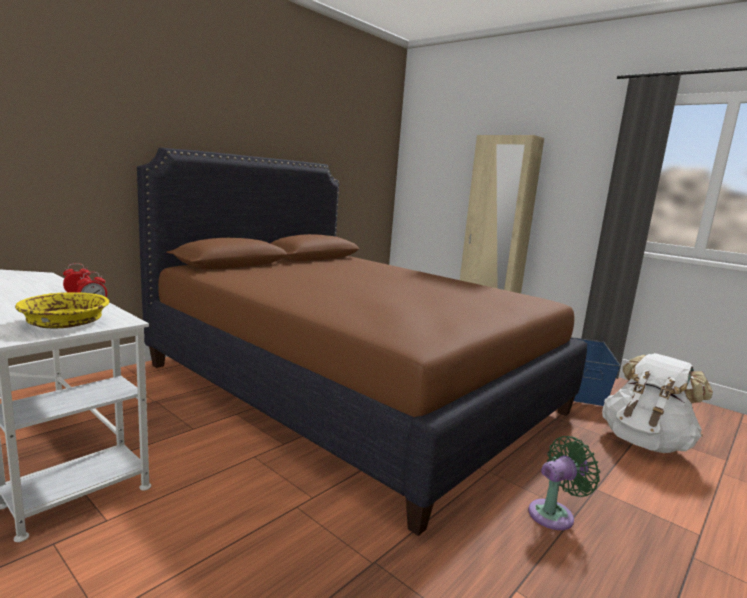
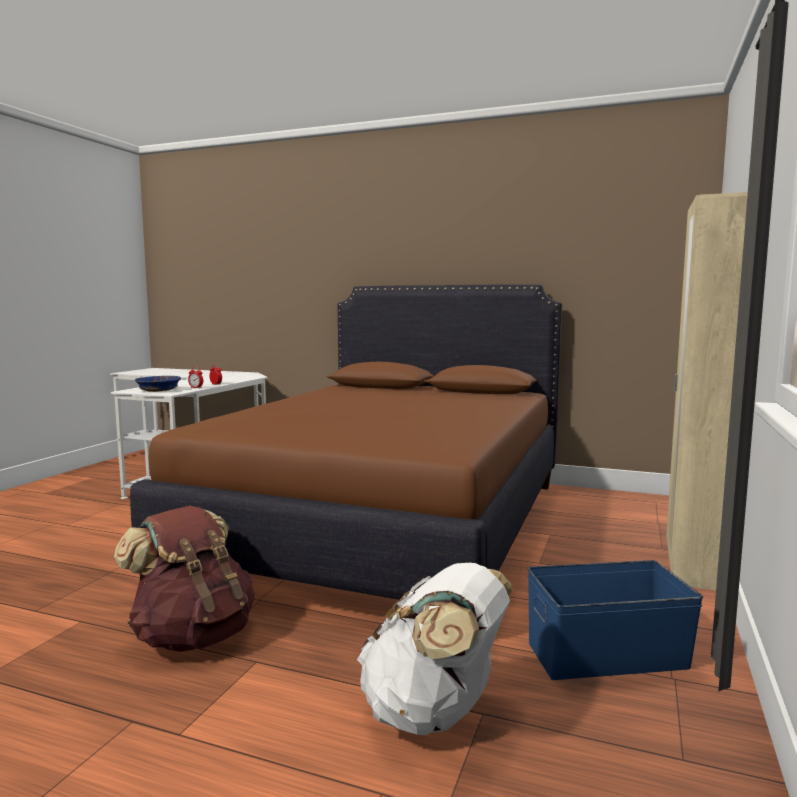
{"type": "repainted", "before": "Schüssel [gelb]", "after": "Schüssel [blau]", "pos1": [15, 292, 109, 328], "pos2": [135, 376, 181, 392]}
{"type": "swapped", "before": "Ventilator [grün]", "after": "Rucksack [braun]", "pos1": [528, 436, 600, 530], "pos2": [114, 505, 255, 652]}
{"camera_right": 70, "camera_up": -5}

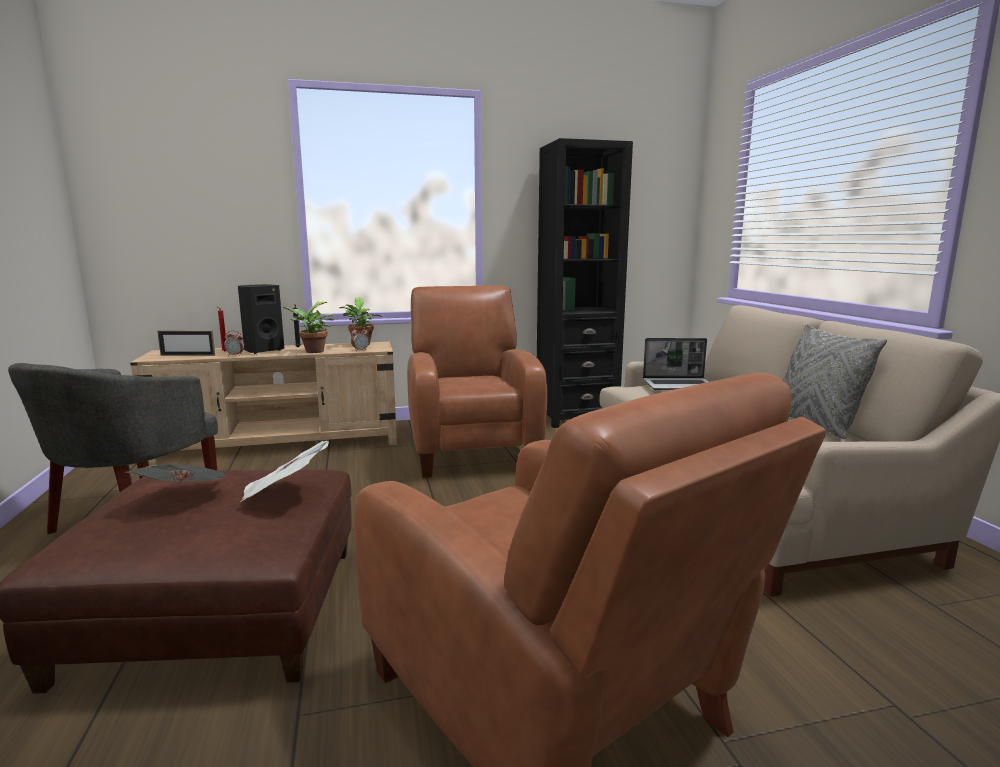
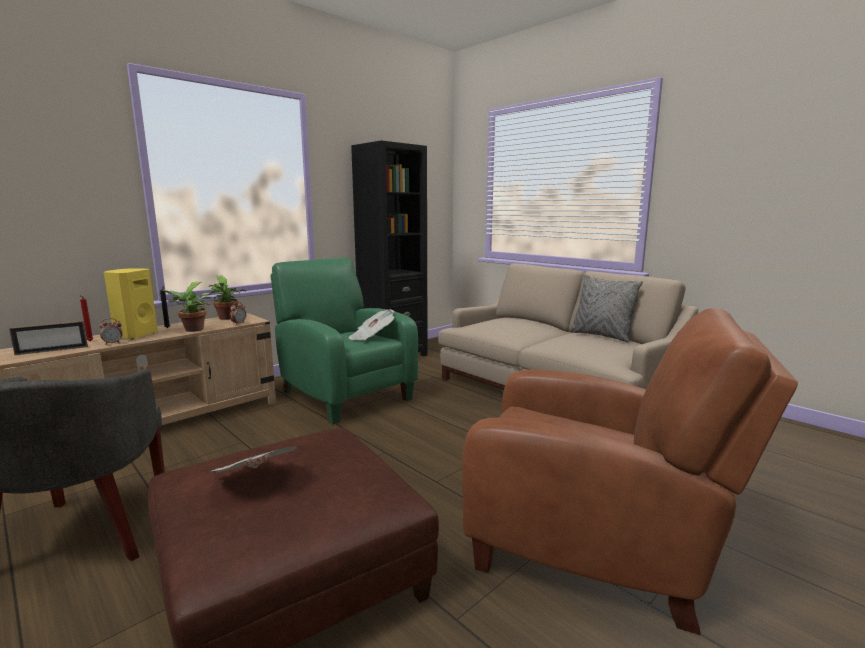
{"type": "repainted", "before": "Lautsprecher [schwarz]", "after": "Lautsprecher [gelb]", "pos1": [238, 284, 284, 354], "pos2": [104, 268, 158, 340]}
{"type": "repainted", "before": "Sessel [braun]", "after": "Sessel [grün]", "pos1": [407, 286, 547, 478], "pos2": [271, 258, 418, 424]}
{"type": "gone", "before": "Laptop", "pos1": [643, 338, 709, 390]}
{"type": "shifted", "before": "Zeitung", "pos1": [240, 440, 329, 502], "pos2": [349, 309, 394, 341]}
{"camera_right": -30, "camera_up": 0}

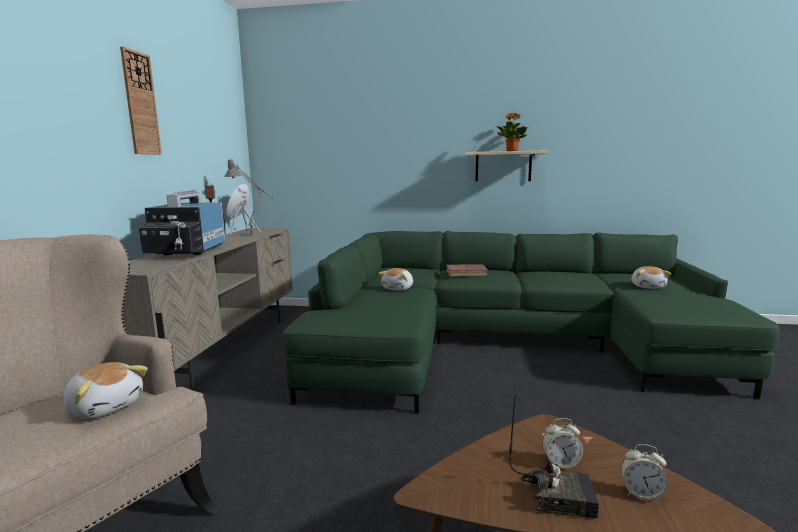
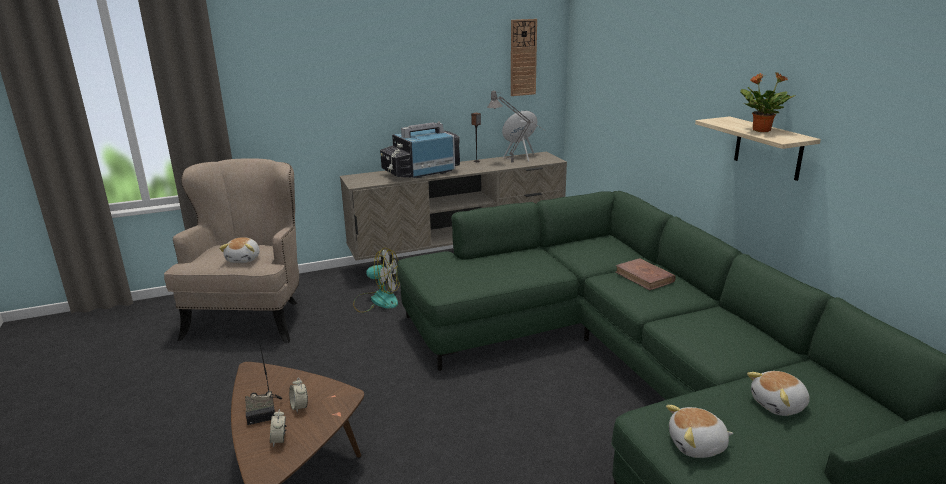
{"type": "shifted", "before": "Wanduhr", "pos1": [120, 47, 162, 155], "pos2": [511, 19, 537, 96]}
{"type": "shifted", "before": "Plüschtier", "pos1": [378, 268, 413, 291], "pos2": [666, 405, 733, 458]}
{"type": "new", "after": "Ventilator", "pos2": [353, 248, 400, 313]}
{"camera_right": 60, "camera_up": 10}

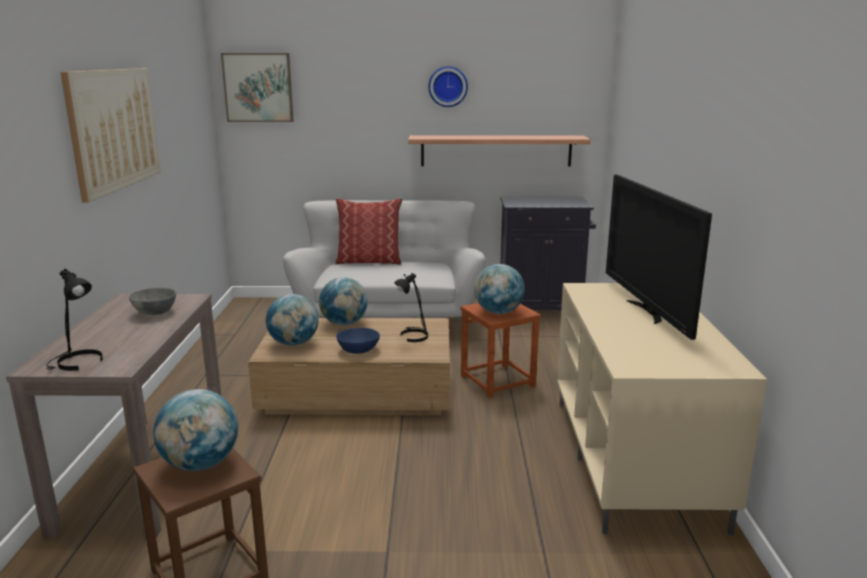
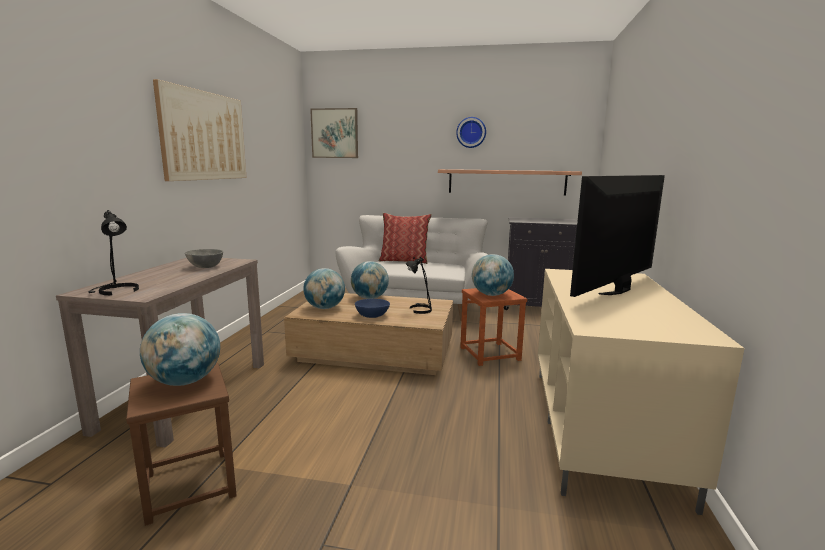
{"type": "rotated", "before": "Fernseher", "pos1": [606, 175, 712, 340], "pos2": [570, 175, 665, 297], "turn": 45}
{"camera_right": 10, "camera_up": -5}

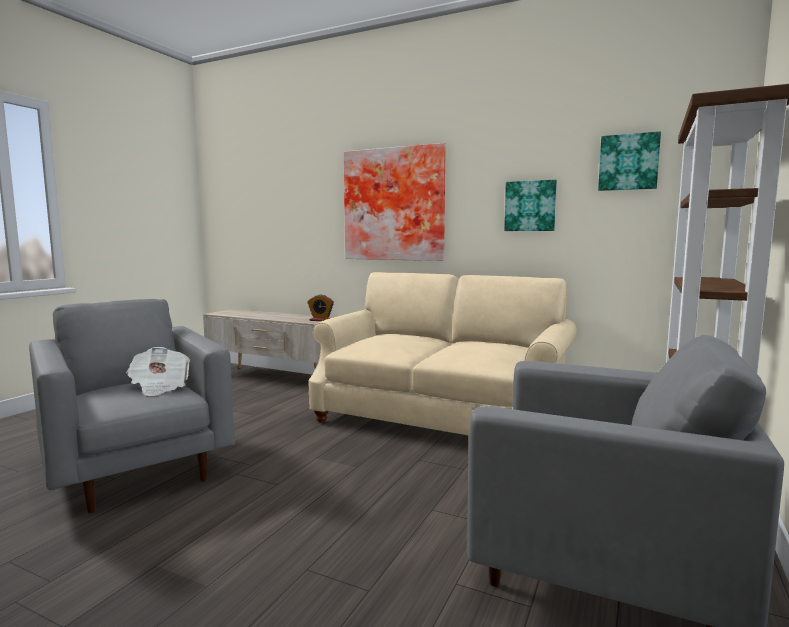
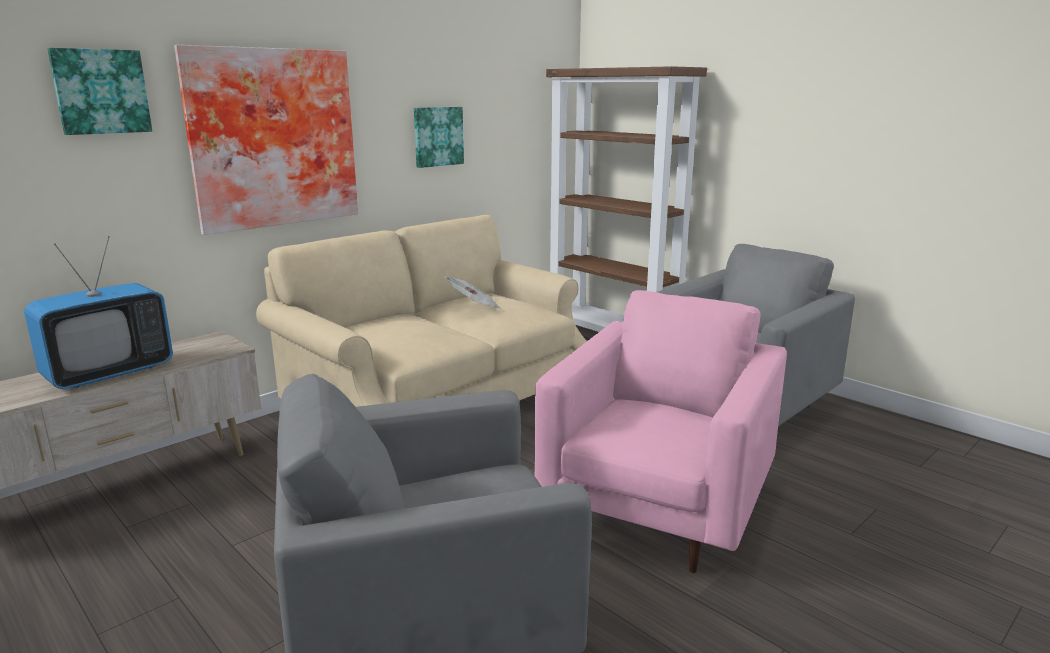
{"type": "shifted", "before": "Bild", "pos1": [598, 131, 661, 191], "pos2": [47, 48, 152, 135]}
{"type": "gone", "before": "Wecker", "pos1": [308, 295, 334, 321]}
{"type": "shifted", "before": "Zeitung", "pos1": [127, 347, 190, 396], "pos2": [445, 277, 502, 309]}
{"type": "new", "after": "Fernseher", "pos2": [24, 236, 173, 389]}
{"type": "new", "after": "Sessel [rosa]", "pos2": [534, 290, 787, 573]}
{"camera_right": -70, "camera_up": 10}

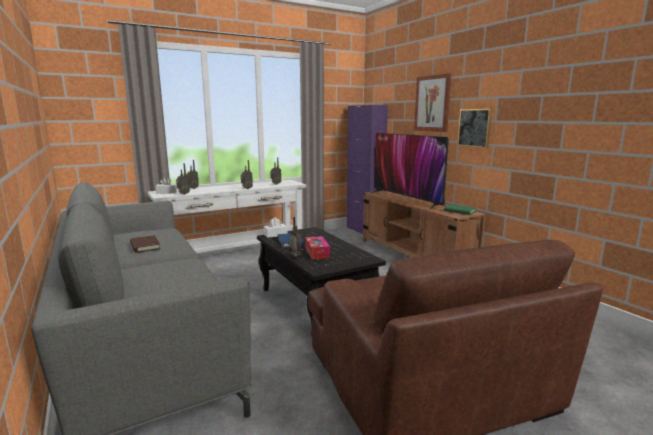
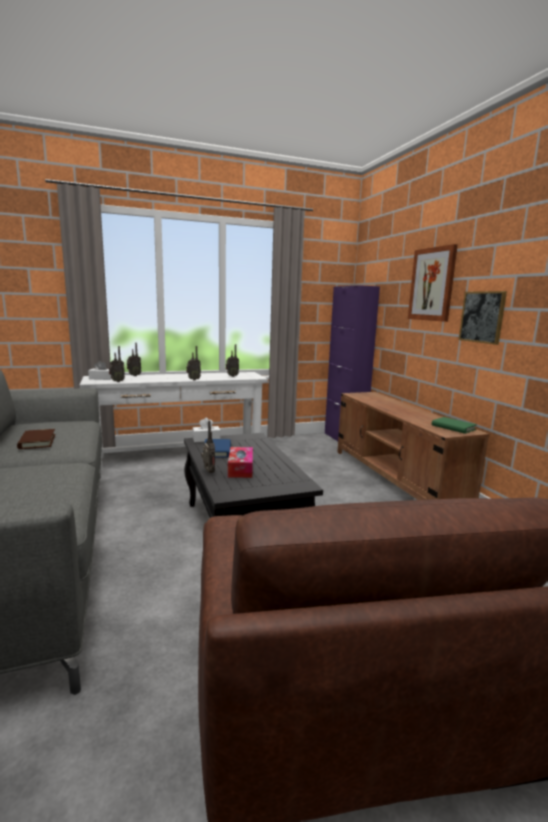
{"type": "gone", "before": "Fernseher", "pos1": [371, 133, 449, 210]}
{"camera_right": 10, "camera_up": 0}

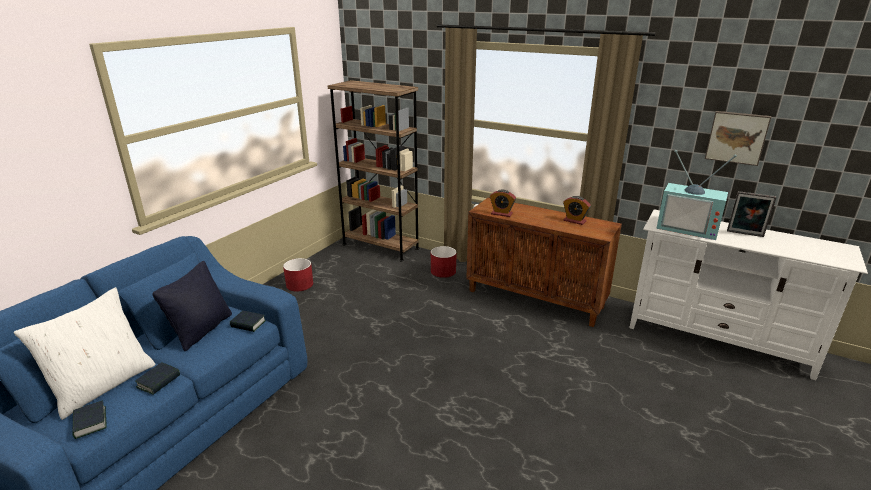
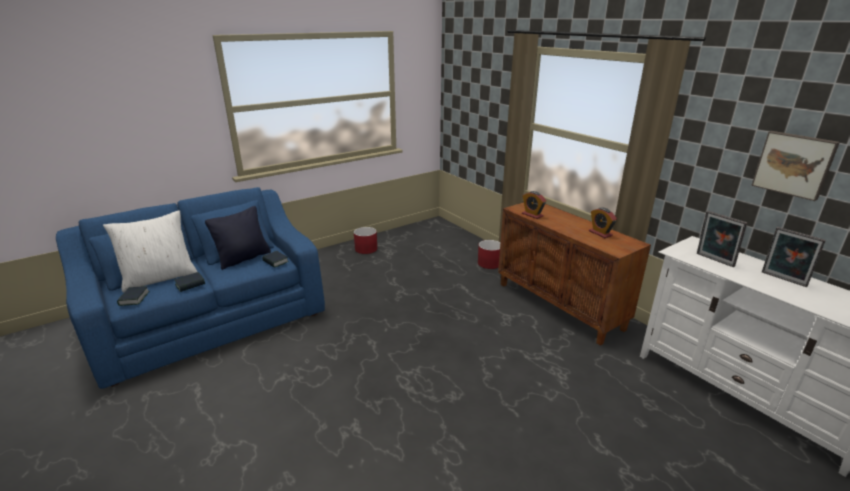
{"type": "gone", "before": "Bücherregal [braun]", "pos1": [327, 80, 419, 262]}
{"type": "swapped", "before": "Fernseher", "after": "Bilderrahmen", "pos1": [656, 150, 737, 240], "pos2": [697, 211, 747, 267]}
{"camera_right": 25, "camera_up": 0}

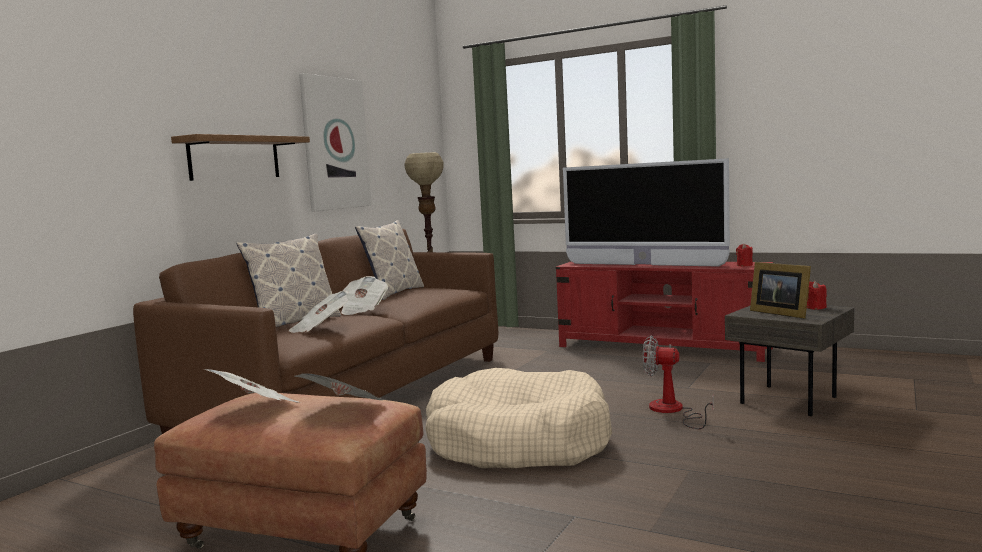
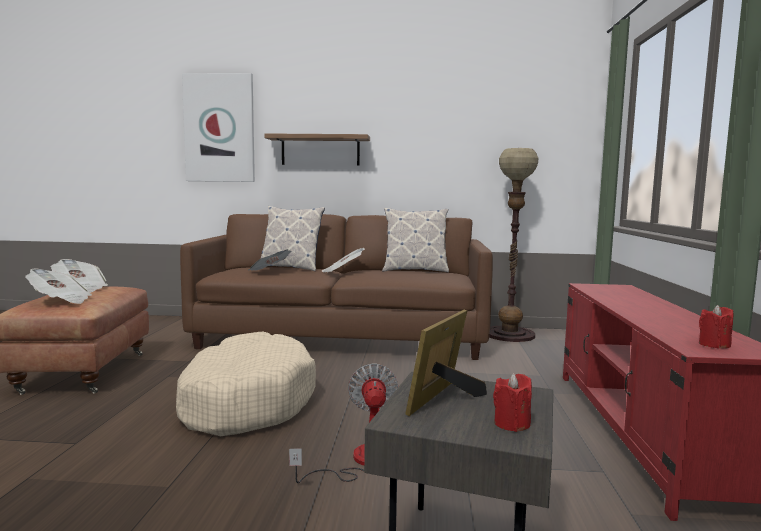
{"type": "shifted", "before": "Bild", "pos1": [299, 73, 372, 212], "pos2": [182, 73, 255, 182]}
{"type": "gone", "before": "Fernseher", "pos1": [563, 158, 730, 267]}
{"camera_right": 65, "camera_up": 0}

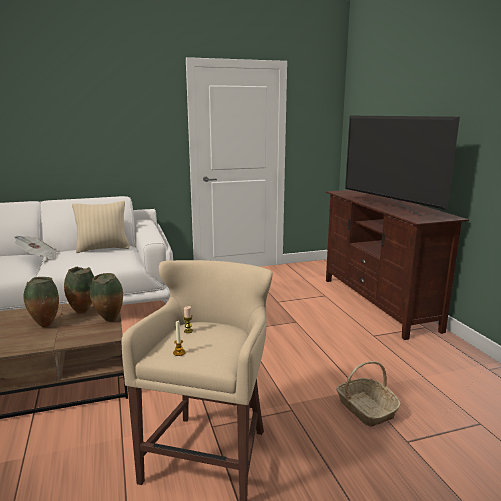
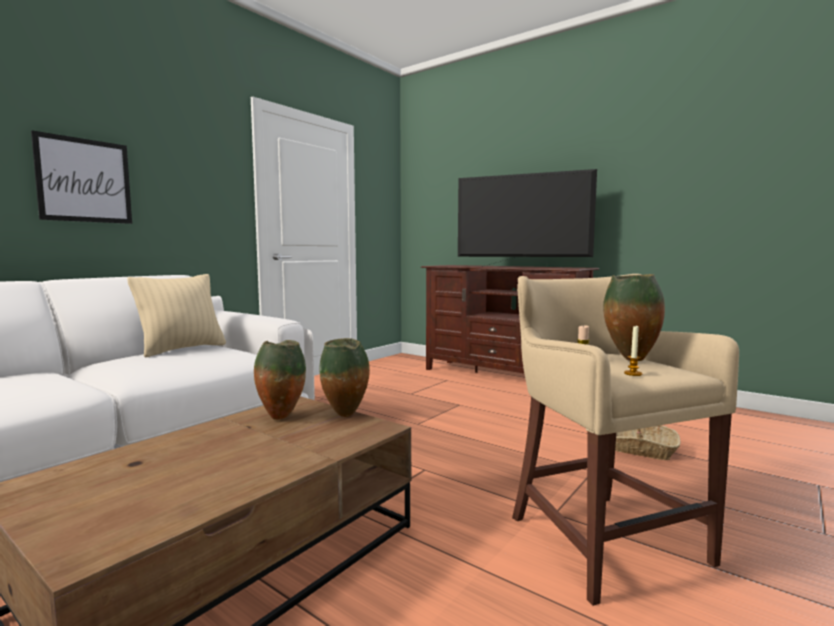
{"type": "gone", "before": "Zeitung", "pos1": [14, 236, 57, 259]}
{"type": "shifted", "before": "Vase", "pos1": [23, 277, 59, 327], "pos2": [603, 274, 665, 361]}
{"type": "new", "after": "Bild", "pos2": [31, 130, 132, 224]}
{"camera_right": -35, "camera_up": -10}

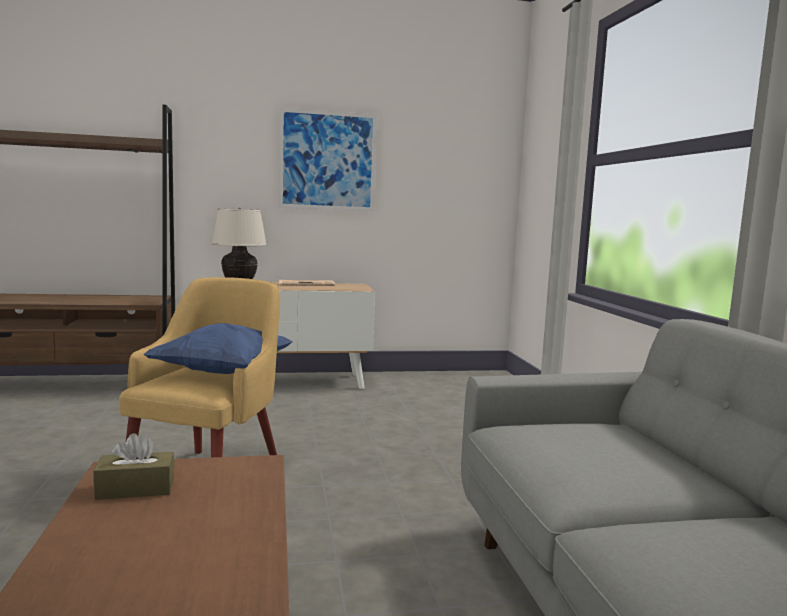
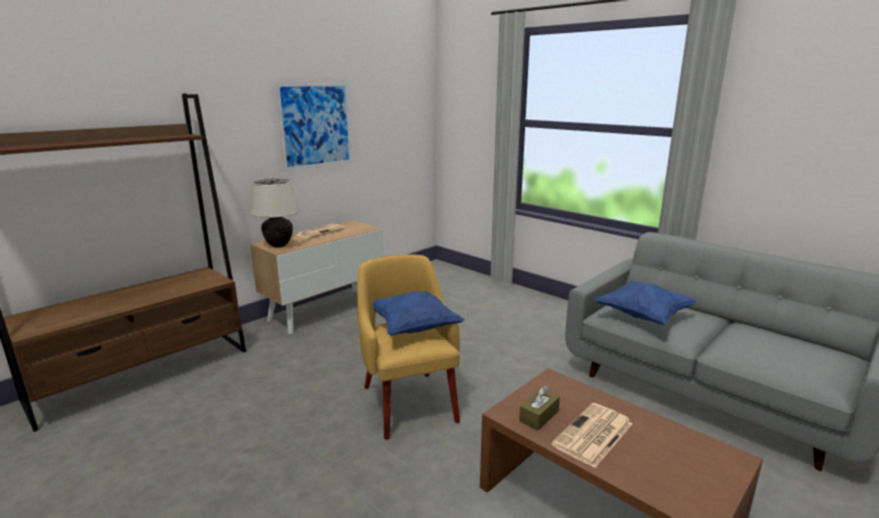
{"type": "new", "after": "Kissen [blau]", "pos2": [595, 281, 698, 325]}
{"type": "new", "after": "Zeitung", "pos2": [551, 403, 633, 468]}
{"camera_right": -35, "camera_up": 10}

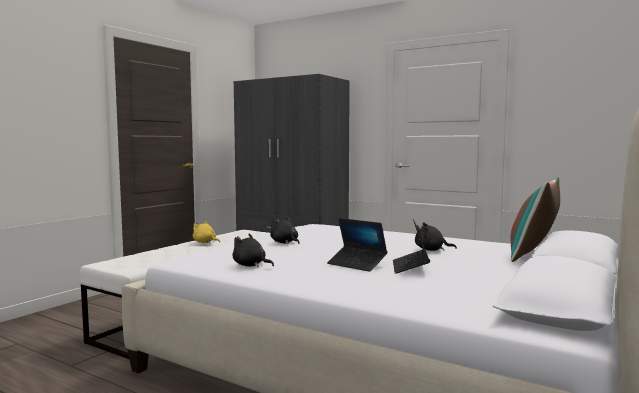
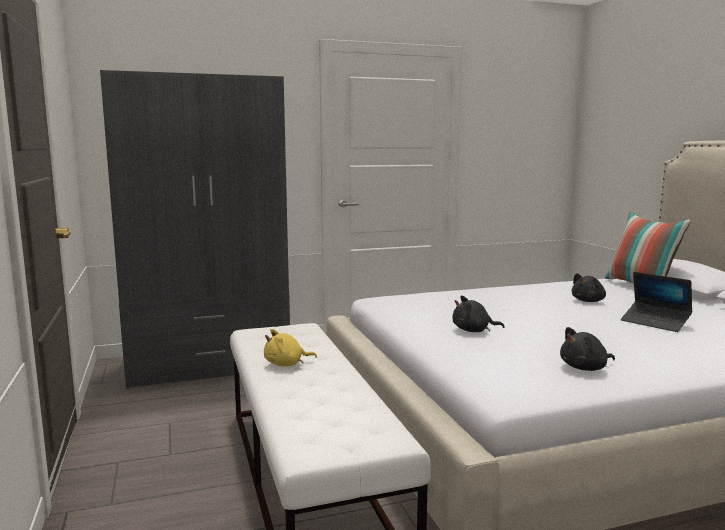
{"type": "gone", "before": "Laptop", "pos1": [327, 218, 387, 272]}
{"camera_right": -50, "camera_up": 5}

